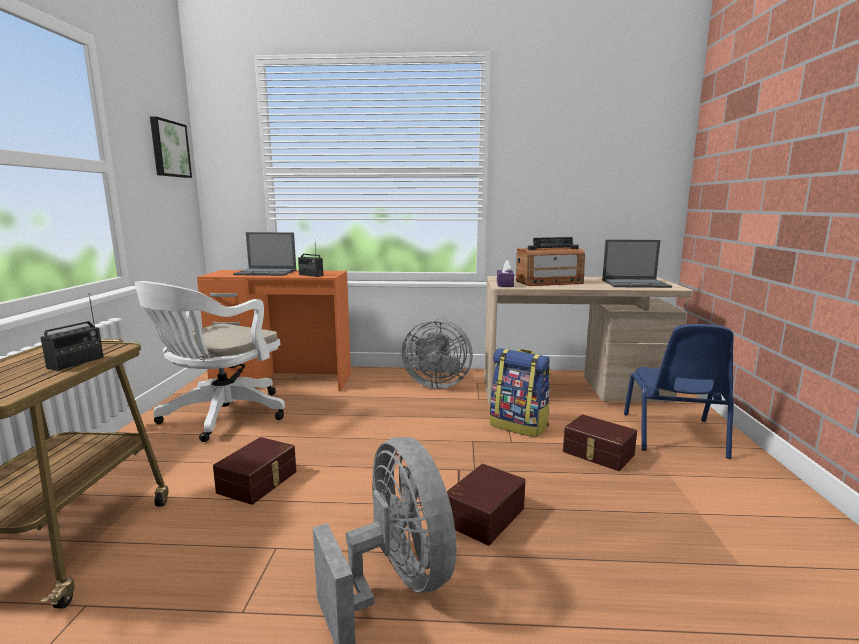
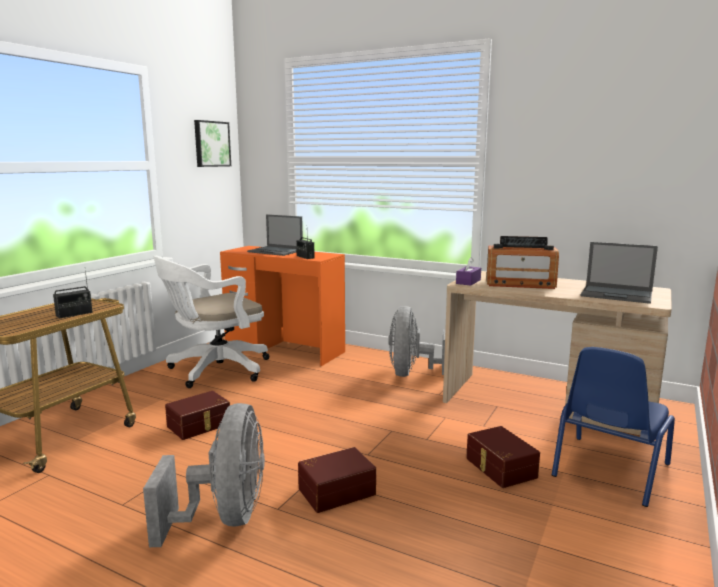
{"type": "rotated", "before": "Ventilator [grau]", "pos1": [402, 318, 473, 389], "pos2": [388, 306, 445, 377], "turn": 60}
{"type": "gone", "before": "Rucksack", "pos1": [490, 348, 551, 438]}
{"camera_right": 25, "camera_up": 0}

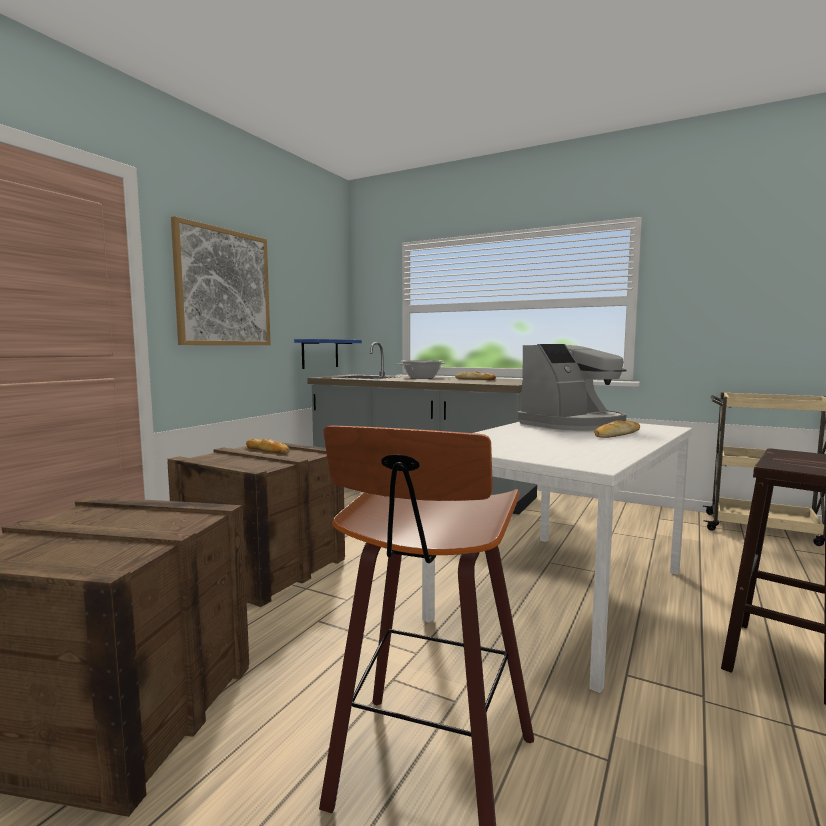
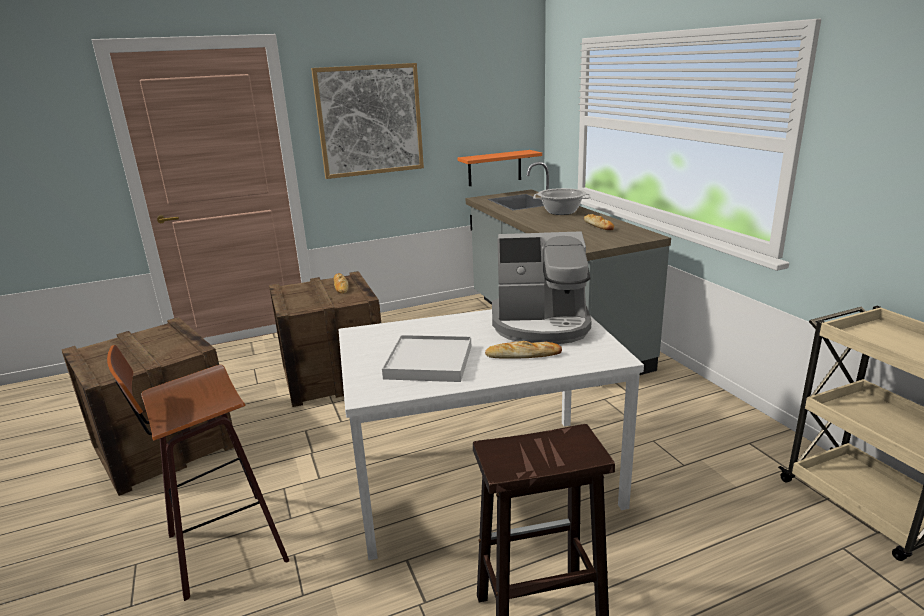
{"type": "repainted", "before": "Wandregal [blau]", "after": "Wandregal [orange]", "pos1": [294, 339, 362, 369], "pos2": [458, 150, 542, 186]}
{"type": "new", "after": "Tablett [weiß]", "pos2": [382, 335, 471, 382]}
{"camera_right": 40, "camera_up": 15}

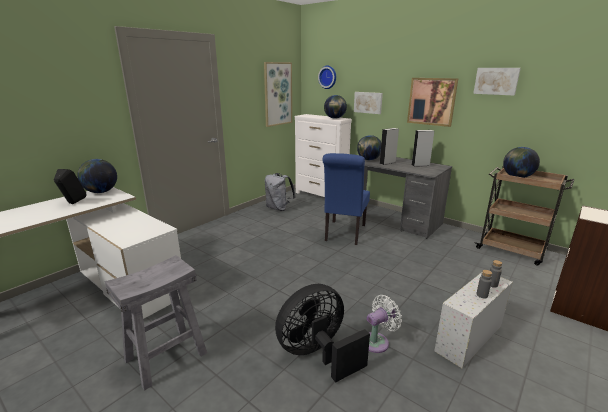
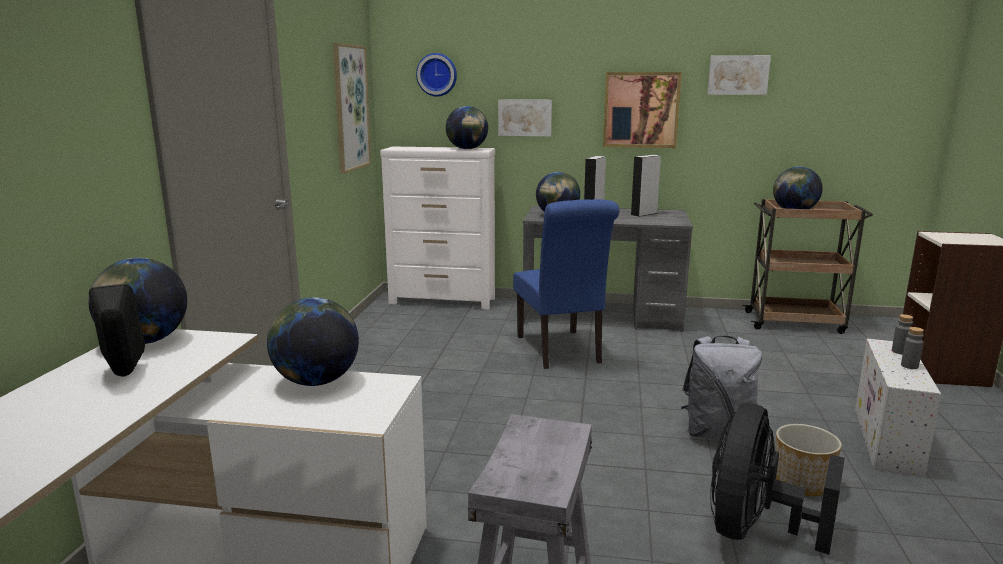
{"type": "shifted", "before": "Rucksack [grau]", "pos1": [265, 173, 295, 211], "pos2": [681, 336, 762, 439]}
{"type": "swapped", "before": "Ventilator [weiß]", "after": "Pflanzkübel", "pos1": [367, 295, 402, 353], "pos2": [775, 424, 842, 496]}
{"type": "new", "after": "Globus", "pos2": [267, 297, 359, 386]}
{"camera_right": -30, "camera_up": -5}

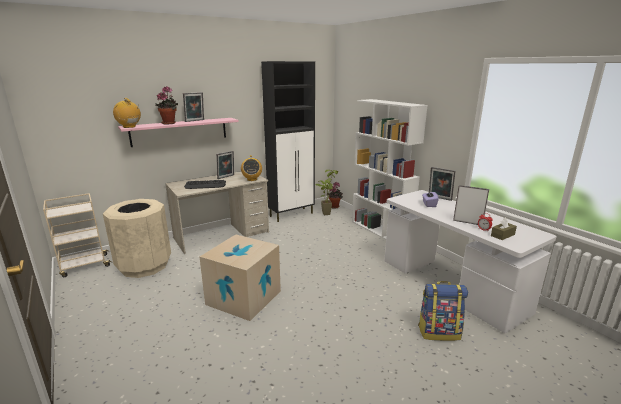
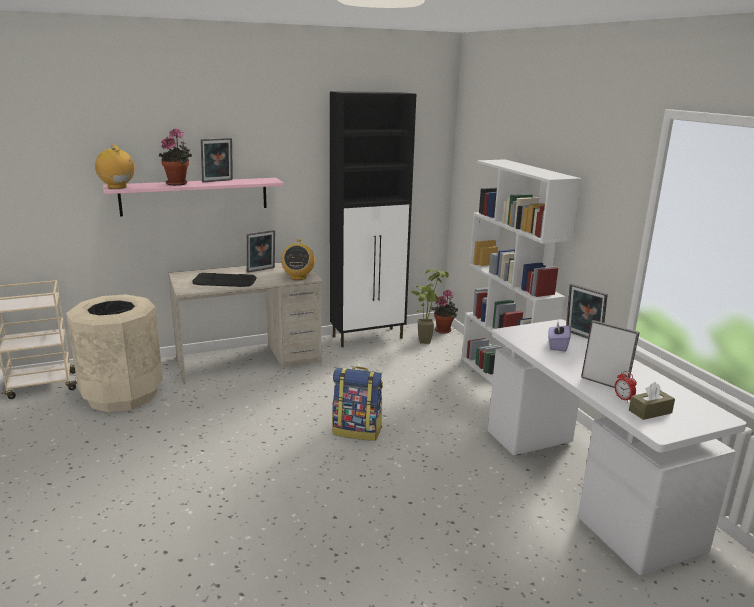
{"type": "gone", "before": "Karton", "pos1": [200, 234, 281, 321]}
{"type": "shifted", "before": "Rucksack", "pos1": [418, 281, 468, 341], "pos2": [332, 367, 383, 441]}
{"camera_right": 10, "camera_up": 0}

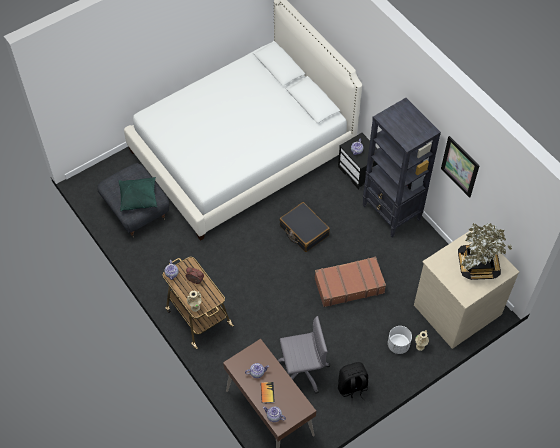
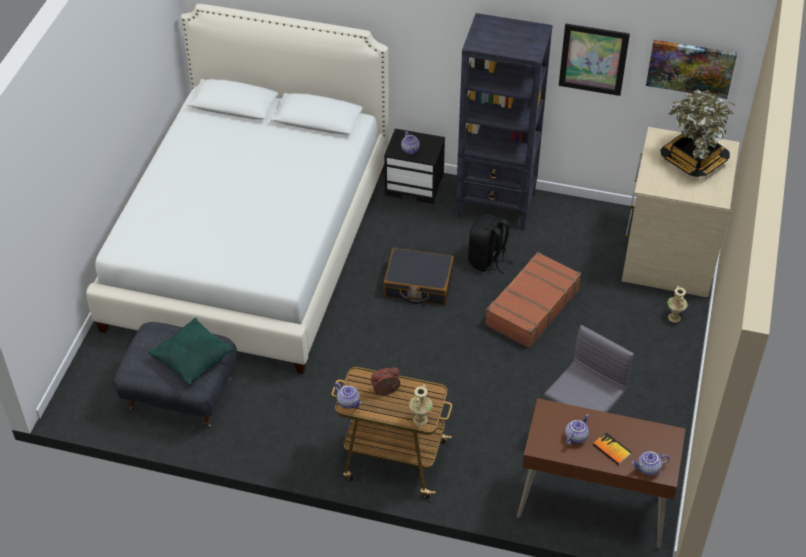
{"type": "gone", "before": "Pflanzkübel [weiß]", "pos1": [388, 326, 412, 354]}
{"type": "shifted", "before": "Rucksack [schwarz]", "pos1": [338, 362, 368, 405], "pos2": [468, 214, 513, 274]}
{"type": "new", "after": "Bild", "pos2": [646, 40, 737, 99]}
{"camera_right": -40, "camera_up": -10}

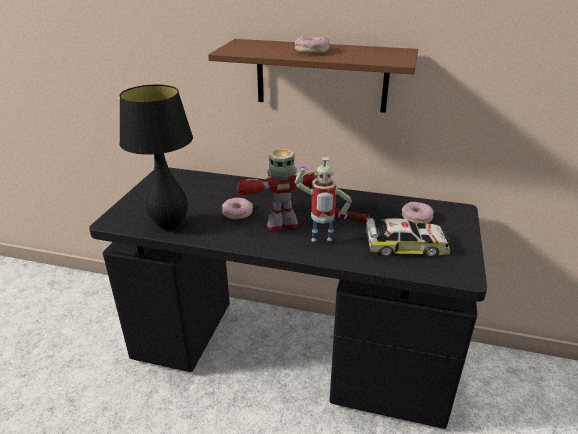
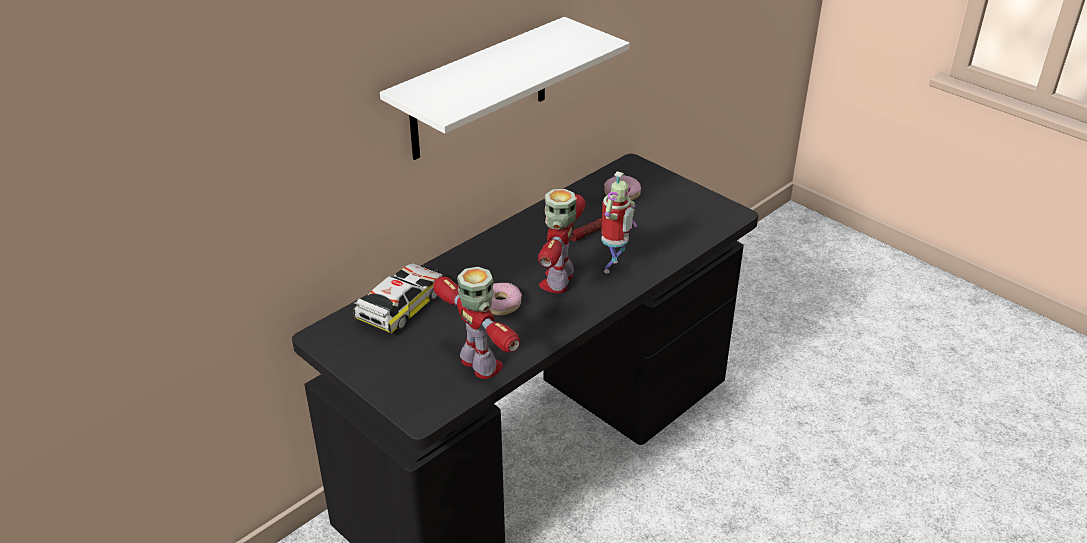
{"type": "gone", "before": "Donut", "pos1": [295, 36, 330, 54]}
{"type": "repainted", "before": "Wandregal [braun]", "after": "Wandregal [weiß]", "pos1": [208, 39, 418, 113], "pos2": [380, 17, 630, 160]}
{"type": "swapped", "before": "Tischlampe [schwarz]", "after": "Spielzeugroboter", "pos1": [119, 85, 193, 230], "pos2": [433, 267, 520, 379]}
{"type": "shifted", "before": "Spielzeugauto", "pos1": [366, 218, 450, 257], "pos2": [353, 263, 444, 334]}
{"camera_right": -60, "camera_up": 5}

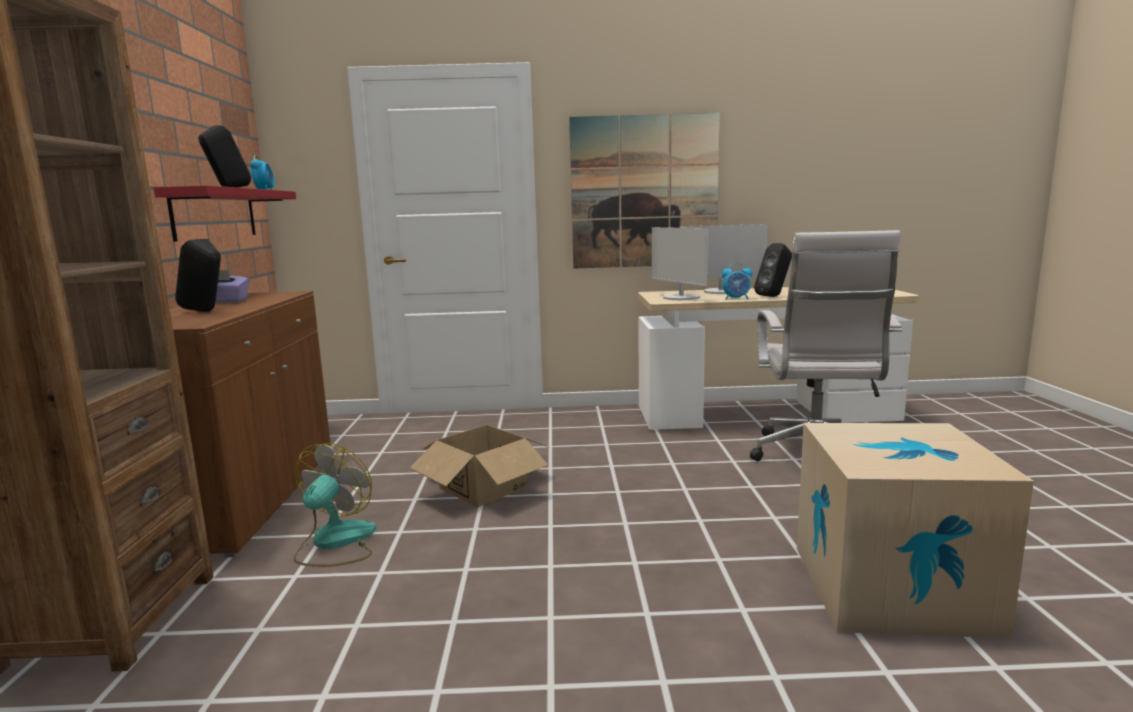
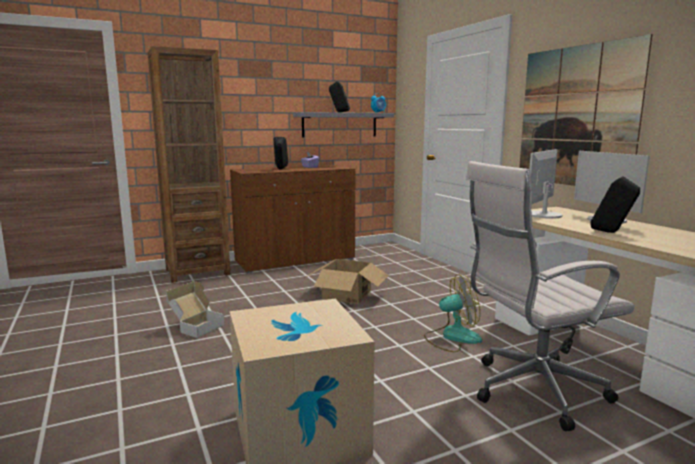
{"type": "repainted", "before": "Wandregal [rot]", "after": "Wandregal [grau]", "pos1": [153, 185, 296, 242], "pos2": [293, 112, 394, 137]}
{"type": "gone", "before": "Wecker", "pos1": [722, 263, 752, 300]}
{"type": "shifted", "before": "Ventilator", "pos1": [293, 443, 376, 567], "pos2": [424, 274, 482, 352]}
{"type": "new", "after": "Karton", "pos2": [166, 281, 225, 338]}
{"camera_right": 65, "camera_up": 0}

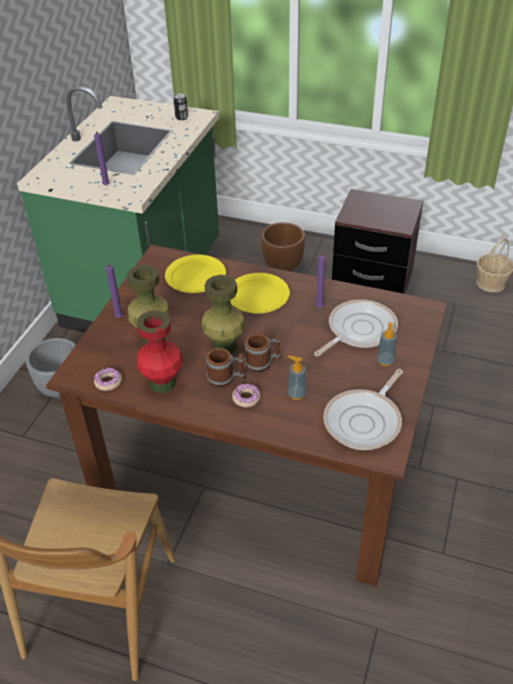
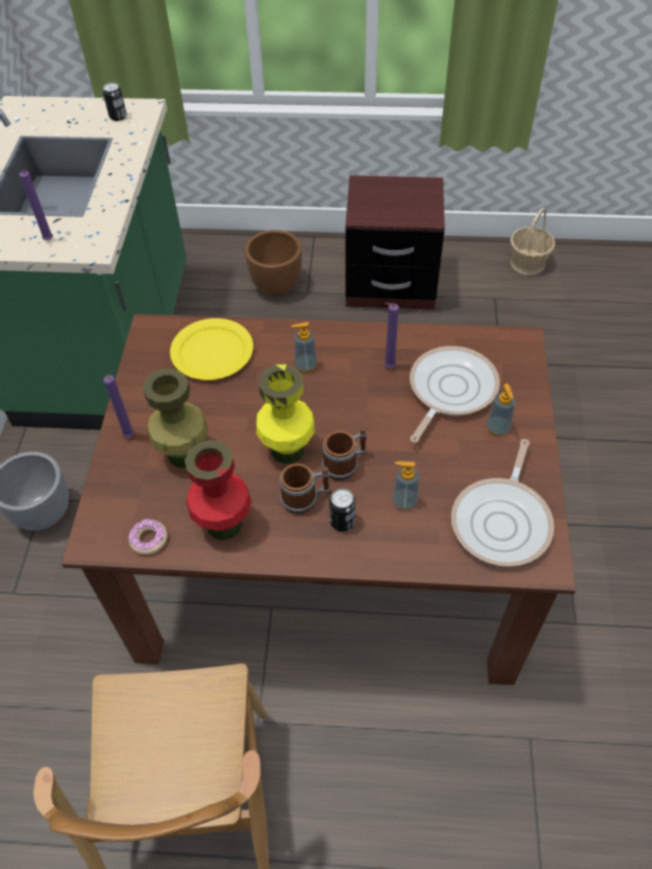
{"type": "swapped", "before": "Teller [gelb]", "after": "Seifenspender", "pos1": [231, 273, 290, 313], "pos2": [291, 322, 317, 372]}
{"type": "repainted", "before": "Vase [grün]", "after": "Vase [gelb]", "pos1": [202, 275, 245, 354], "pos2": [256, 364, 315, 464]}
{"type": "swapped", "before": "Donut", "after": "Dose", "pos1": [232, 384, 261, 407], "pos2": [329, 489, 355, 532]}
{"camera_right": -15, "camera_up": 10}

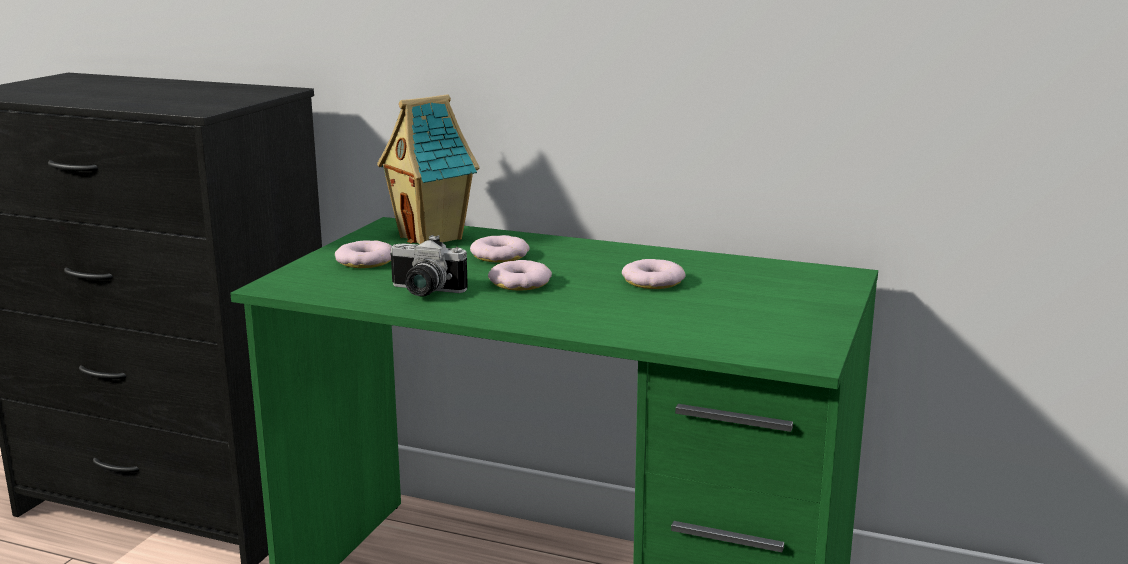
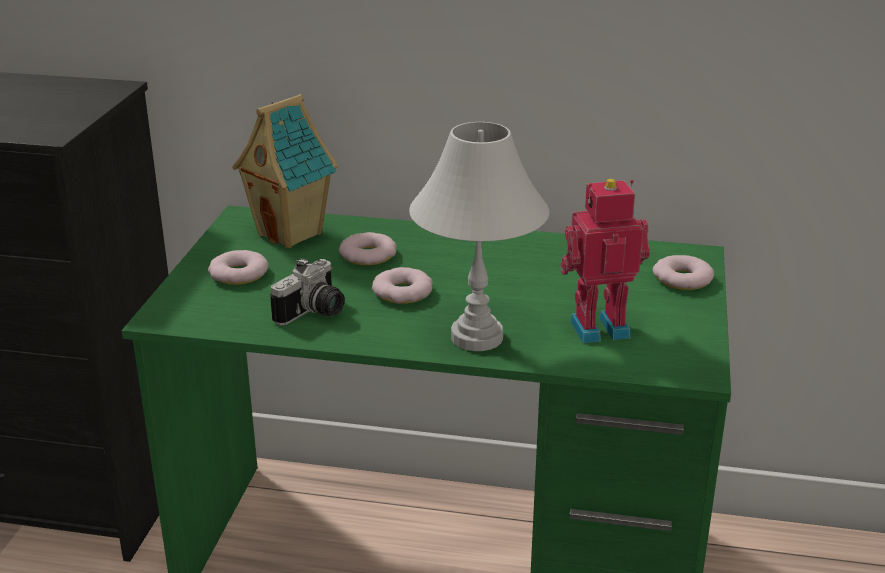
{"type": "rotated", "before": "Kamera", "pos1": [390, 235, 468, 297], "pos2": [270, 258, 345, 326], "turn": -60}
{"type": "shifted", "before": "Donut", "pos1": [622, 259, 686, 289], "pos2": [653, 255, 714, 290]}
{"type": "new", "after": "Tischlampe [weiß]", "pos2": [409, 122, 549, 351]}
{"type": "new", "after": "Spielzeugroboter", "pos2": [560, 179, 650, 343]}
{"camera_right": -10, "camera_up": 10}

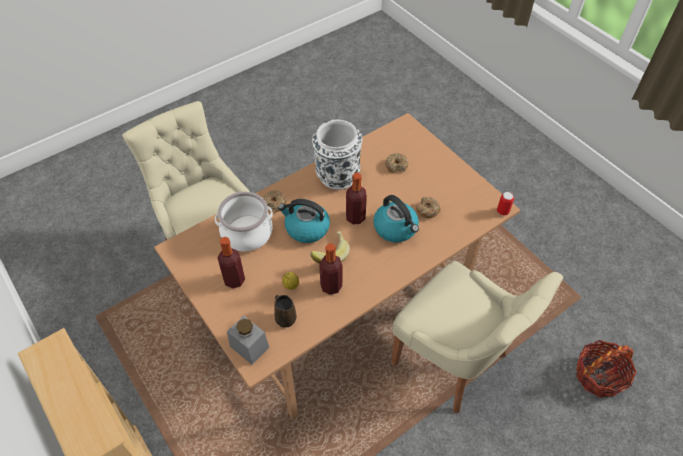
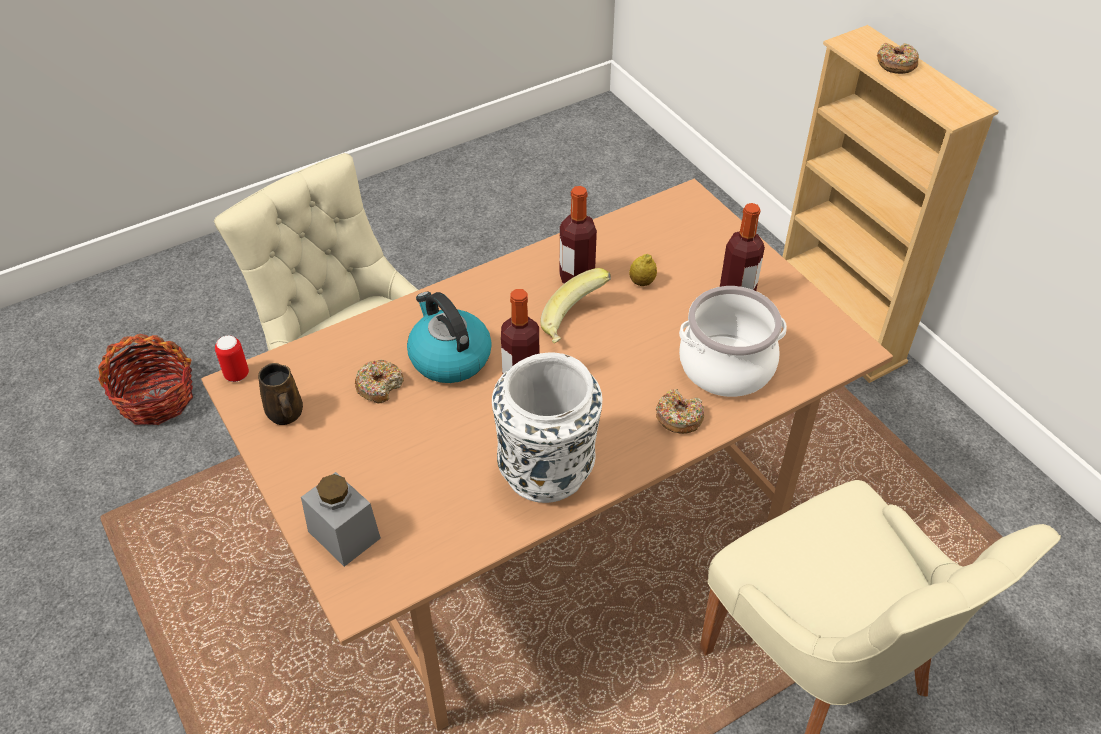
{"type": "shifted", "before": "Donut", "pos1": [385, 153, 408, 173], "pos2": [877, 43, 919, 74]}
{"type": "gone", "before": "Wasserkessel", "pos1": [278, 199, 330, 243]}
{"type": "shifted", "before": "Henkelbecher [braun]", "pos1": [274, 295, 297, 329], "pos2": [258, 363, 303, 425]}
{"type": "shifted", "before": "Vorratsglas [grau]", "pos1": [227, 316, 269, 365], "pos2": [301, 472, 381, 567]}
{"camera_right": -175, "camera_up": -5}

